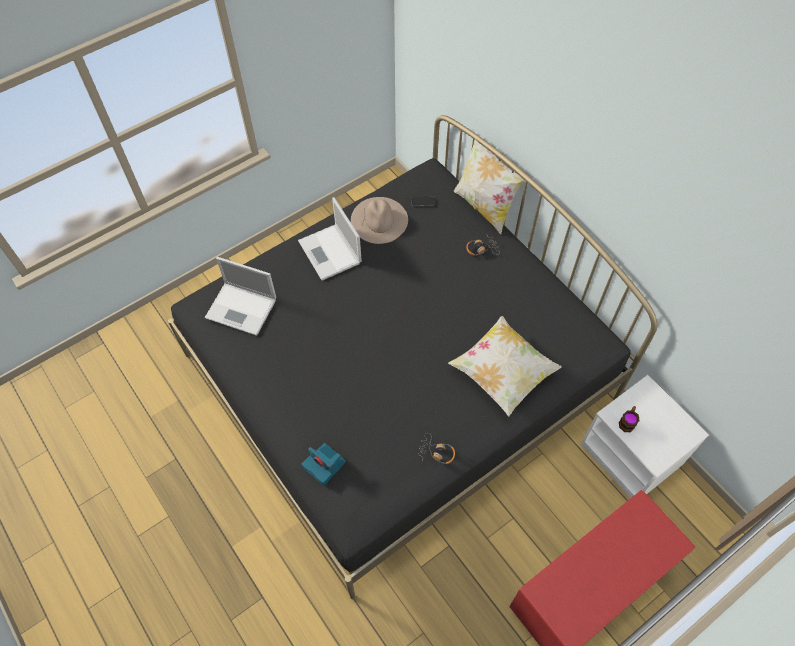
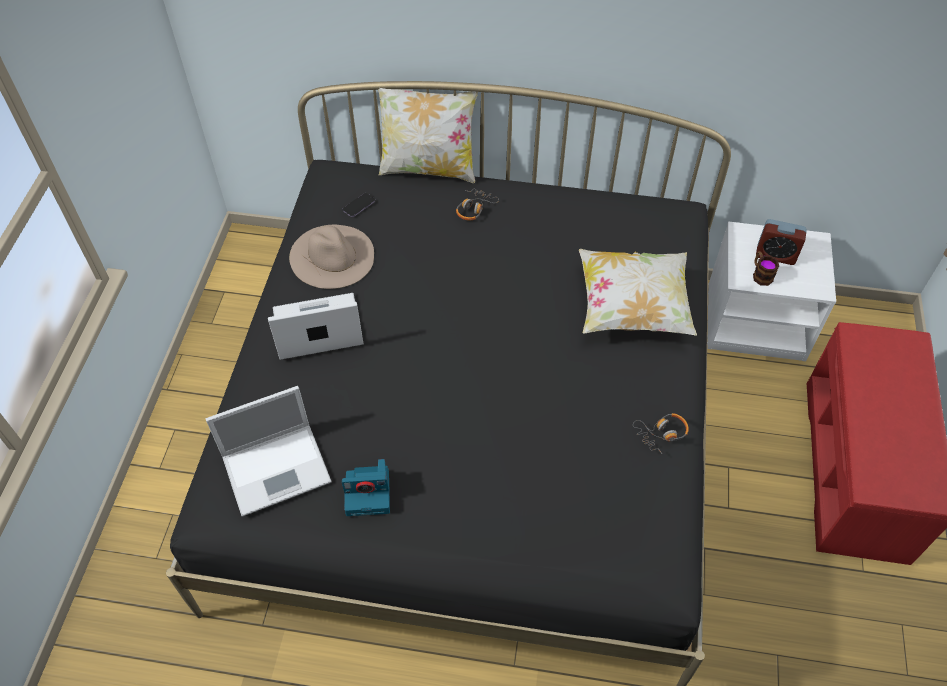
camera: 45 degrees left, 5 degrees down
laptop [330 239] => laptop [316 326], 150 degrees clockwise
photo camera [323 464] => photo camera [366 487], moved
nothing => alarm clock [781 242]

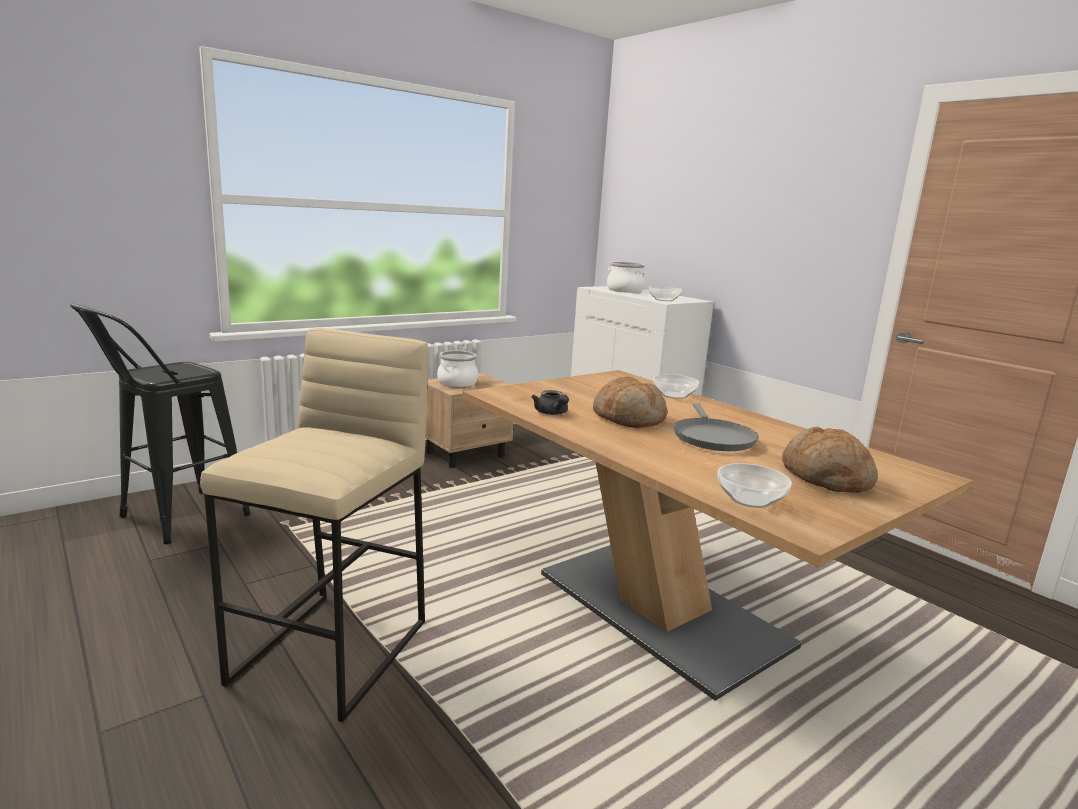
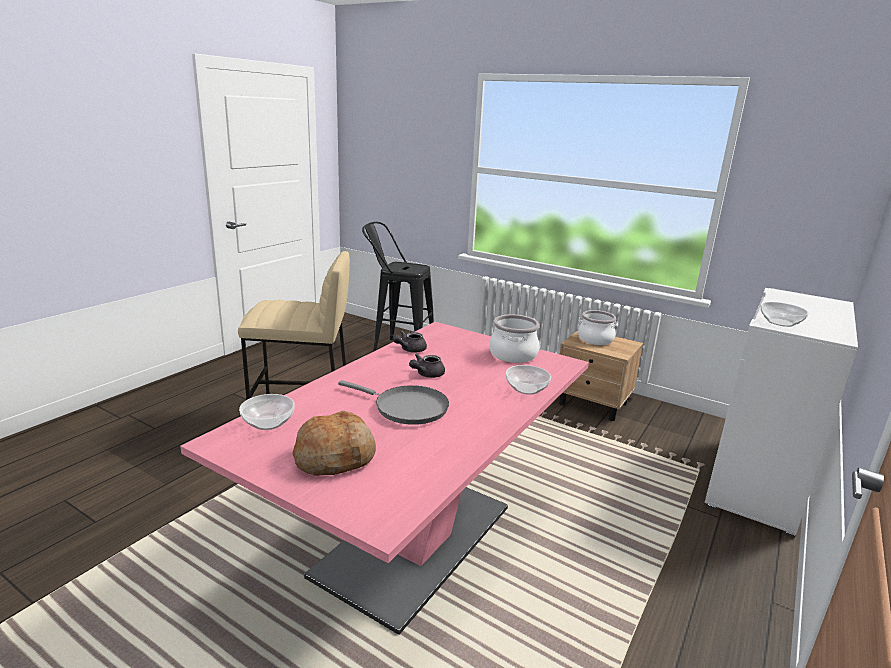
camera: 70 degrees right, 5 degrees up
dining table (brown) [718 535] => dining table (pink) [384 478]
bread [630 402] => teapot (grey) [427 365]
cooking pot [626 277] => cooking pot [514 338], moved
frying pan (grey) [716 427] => frying pan (grey) [393 402], 135 degrees counterclockwise

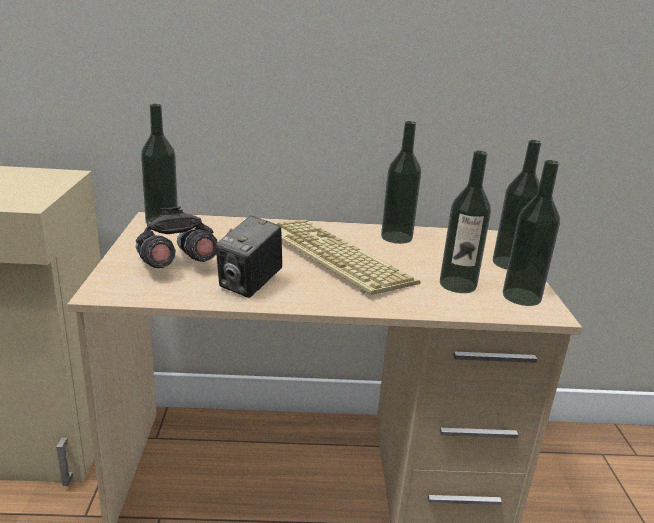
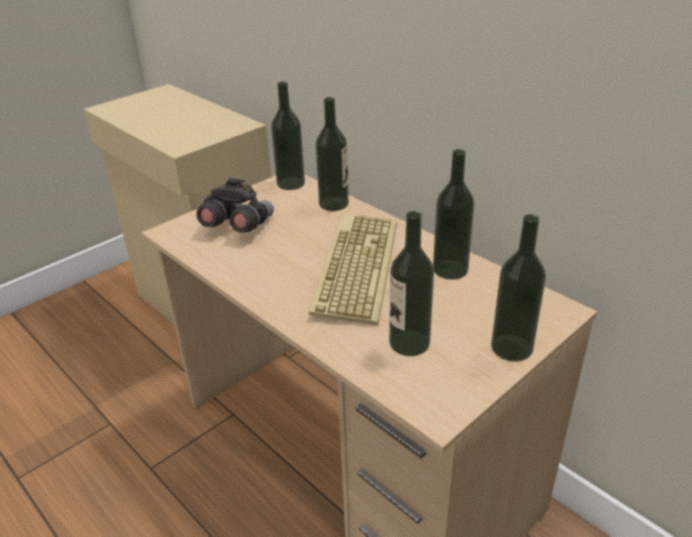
camera: 50 degrees right, 10 degrees up
photo camera [249 256] => nothing
bottle [531 233] => bottle [332 154], moved

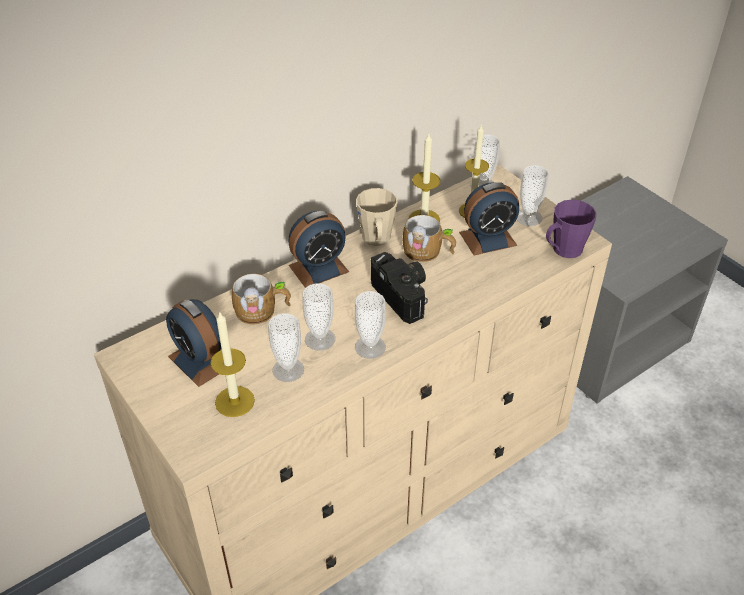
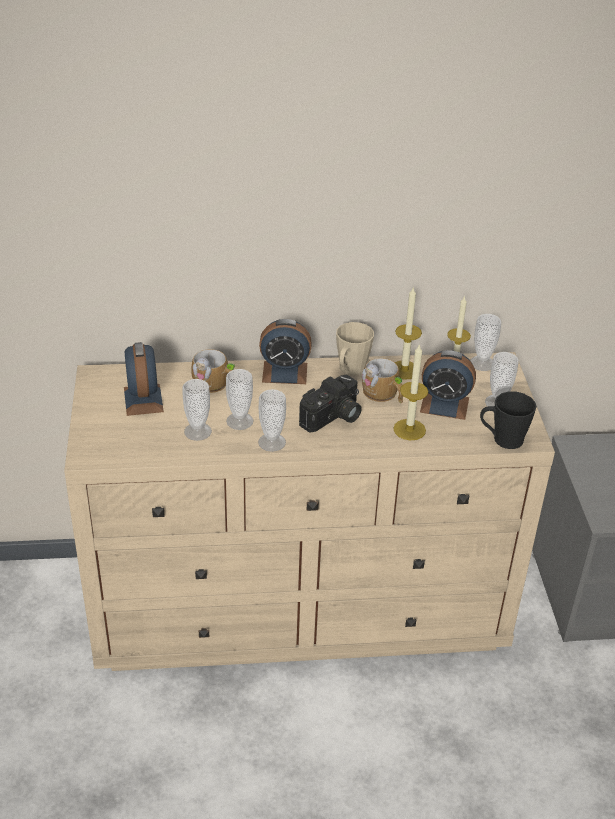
camera: 30 degrees right, 5 degrees down
candle [232 364] => candle [410 392], moved
photo camera [399 288] => photo camera [330 403], 45 degrees clockwise
mug (purple) [571 229] => mug (black) [508 420]

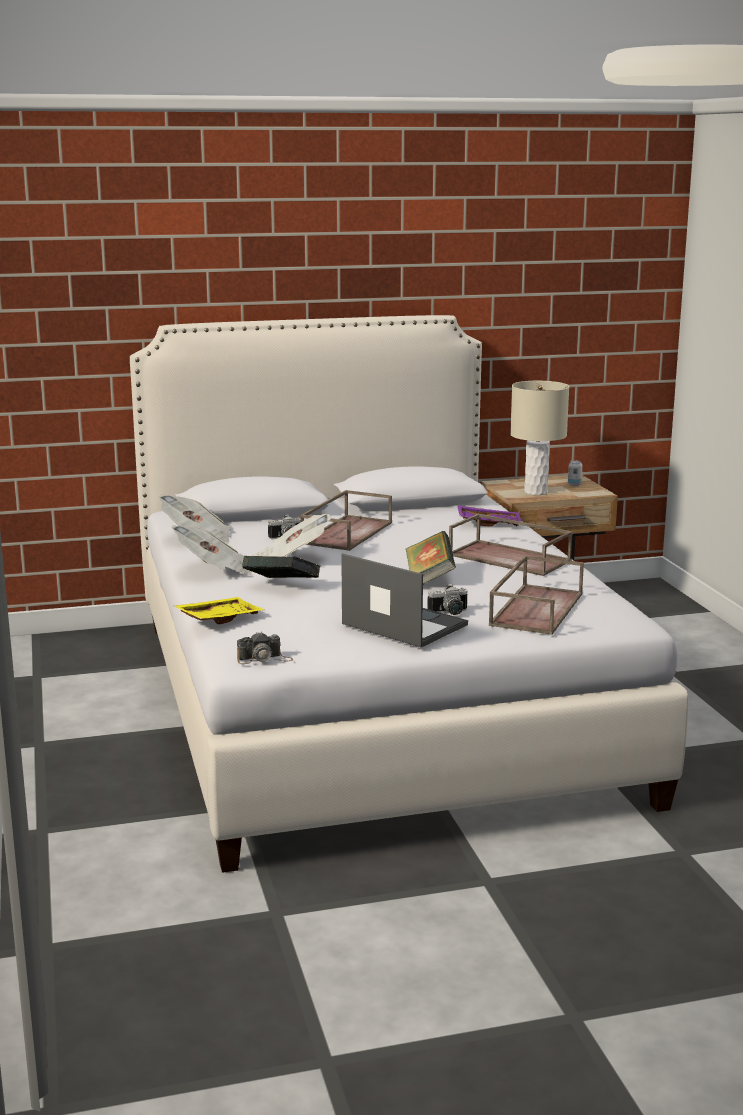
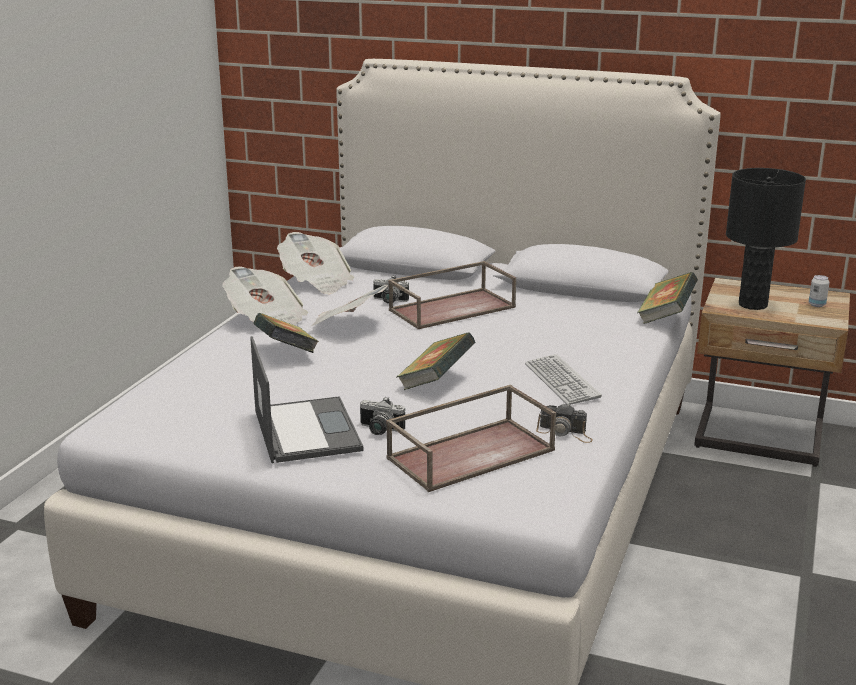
camera: 35 degrees right, 5 degrees up
tray (yellow) [219 610] => nothing
photo camera [265 648] => photo camera [564 423], moved
tray (brown) [511 545] => keyboard [563 379]
tray (purple) [489 515] => nothing
table lamp (beige) [539 438] => table lamp (black) [766 239]
nothing => book [667 298]

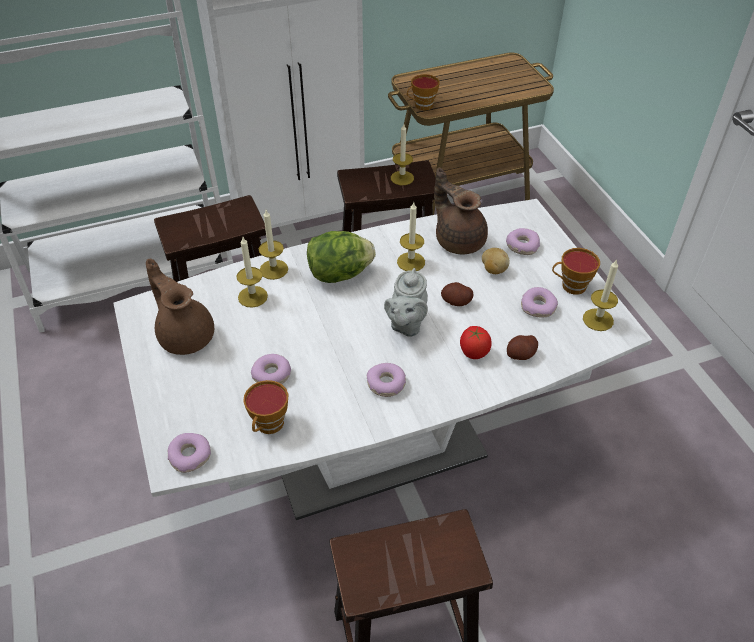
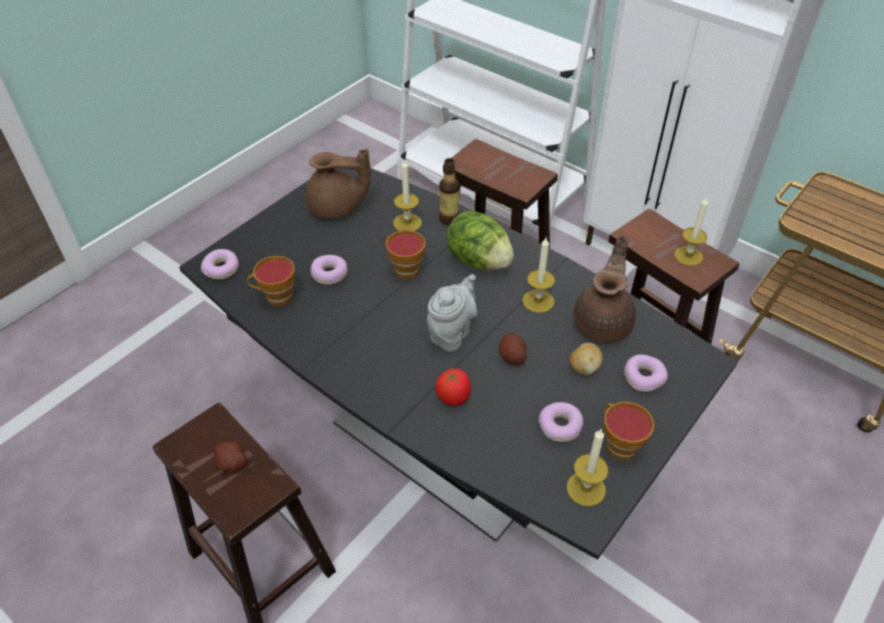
camera: 60 degrees right, 0 degrees up
dining table (white) [382 359] => dining table (black) [458 364]
teapot (brown) [180 306] => teapot (brown) [338 184], 75 degrees clockwise
candle [273 245] => bottle [449 191]
donut [386 380] => nothing
teapot (grey) [406 302] => teapot (grey) [452 313], 135 degrees clockwise
cup [423 92] => cup [405 254], moved
potato [522 347] => potato [230 457], moved

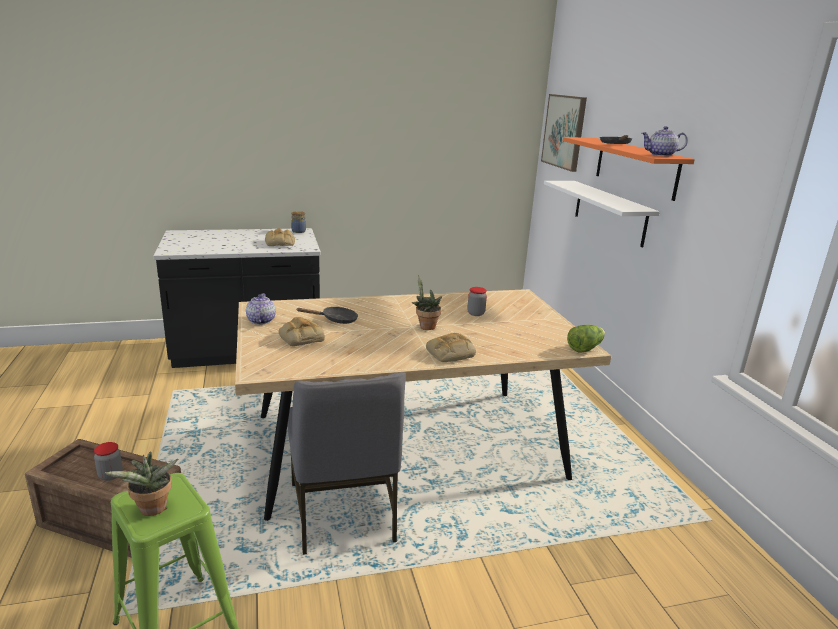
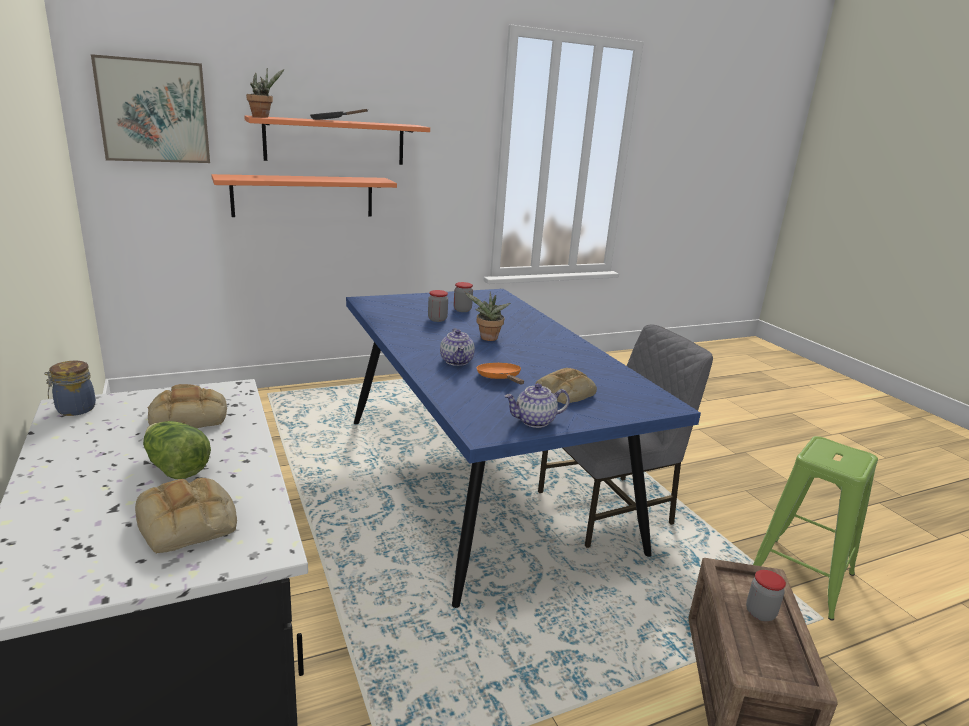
camera: 100 degrees left, 0 degrees up
potted plant [141 484] => potted plant [265 93], moved
dining table (beige) [423 405] => dining table (blue) [523 448]
frying pan (black) [327 315] => frying pan (orange) [500 373]
bread [451 347] => bread [186 516], moved
shelf (white) [602 214] => shelf (orange) [304 195]
lettuce [586 339] => lettuce [177 450], moved
teapot [665 141] => teapot [457 347], moved
nothing => jar [463 297]

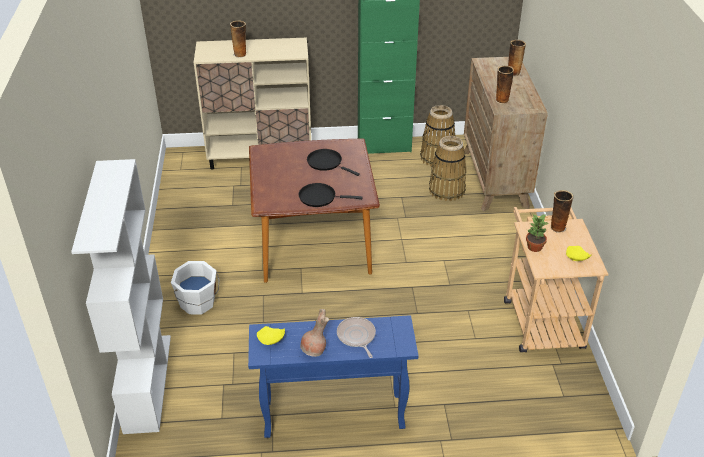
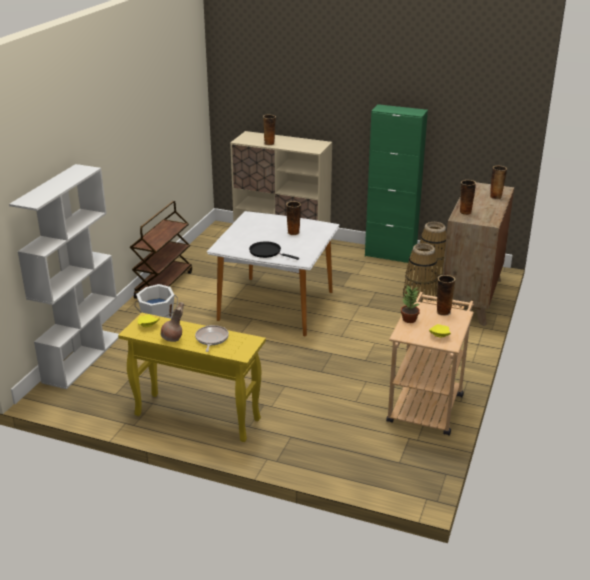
camera: 25 degrees right, 10 degrees down
console table (blue) [333 376] => console table (yellow) [192 377]
dining table (brown) [314 210] => dining table (white) [273 274]
frying pan (black) [333 162] => vase [293 218]
nothing => cart (brown) [161 250]

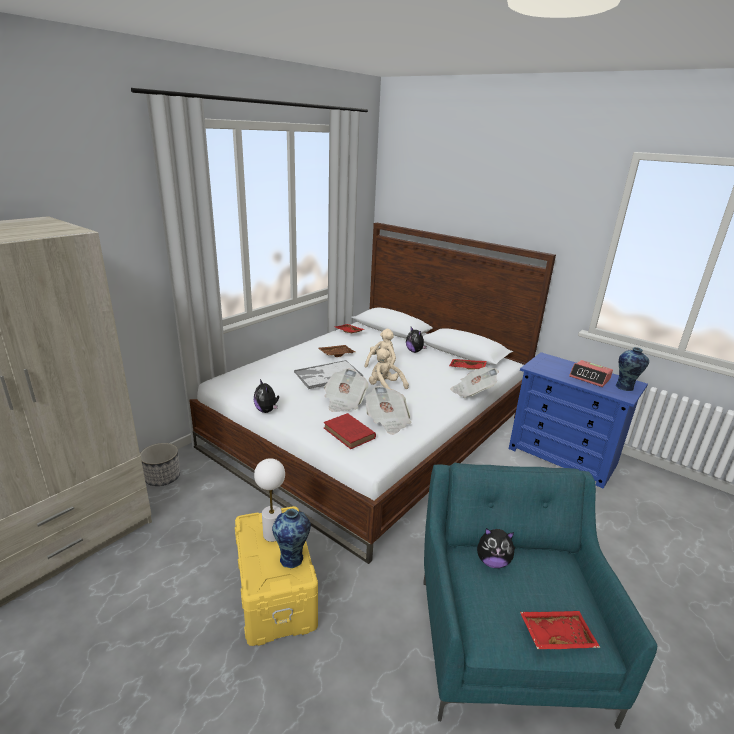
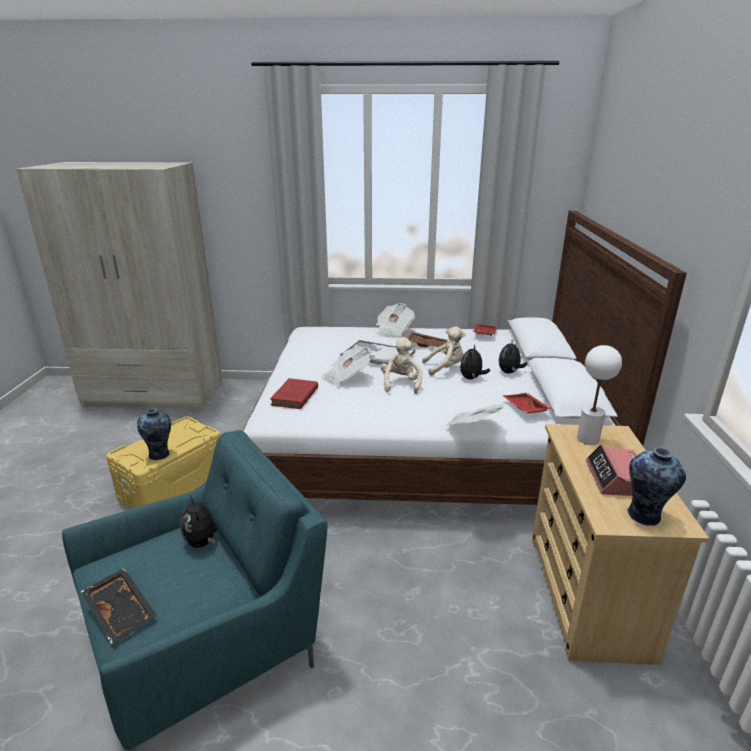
camera: 55 degrees right, 0 degrees up
planter [160 464] => nothing
plush toy [266 396] => plush toy [475 362], moved
table lamp (white) [269 500] => table lamp (white) [599 395], moved
newspaper [388 410] => newspaper [395 320], moved
dresser (blue) [578 420] => dresser (beige) [620 544]
tray (red) [560 630] => tray (black) [118 606]

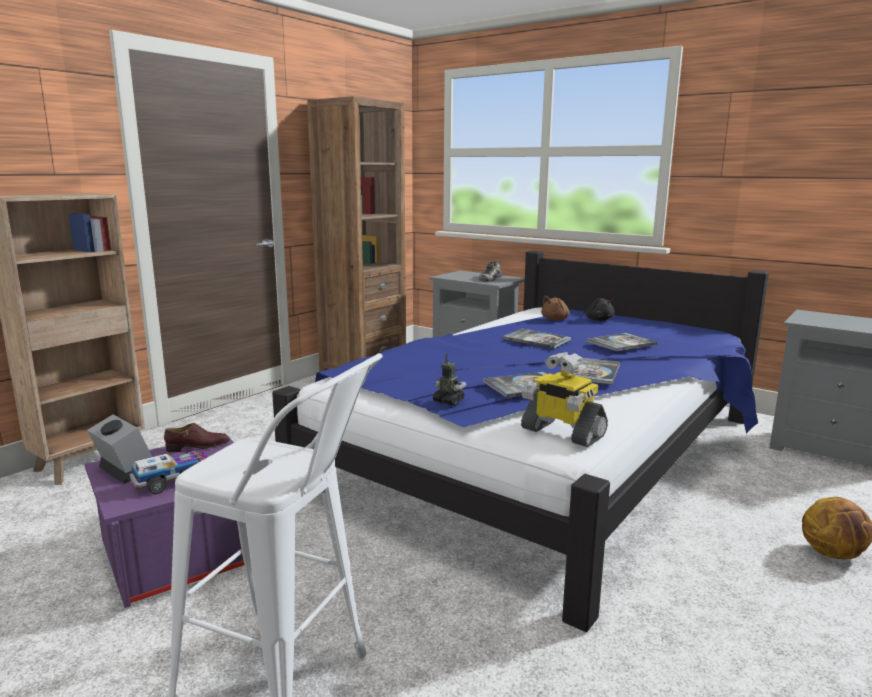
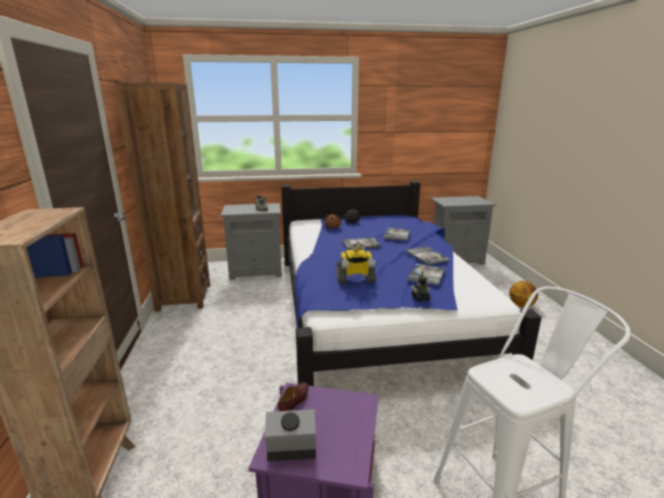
camera: 45 degrees left, 5 degrees up
toy truck [168 473] => nothing
toy robot [564 399] => toy robot [356 261], moved

